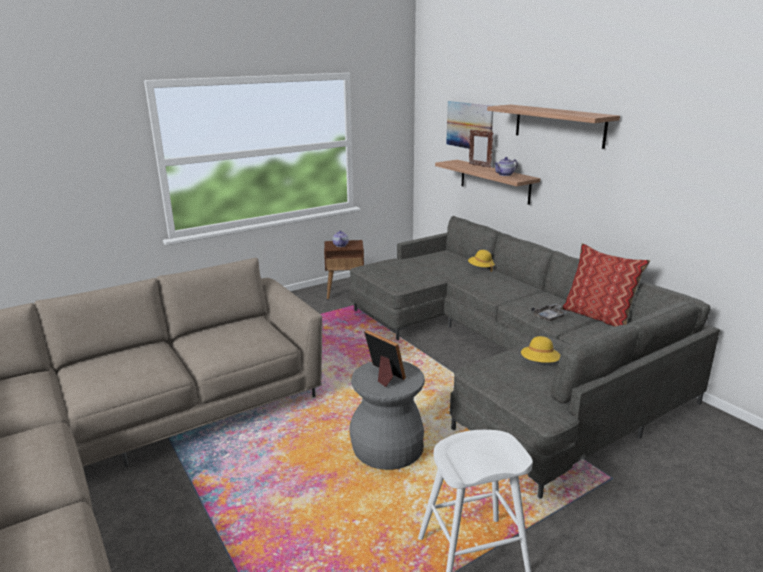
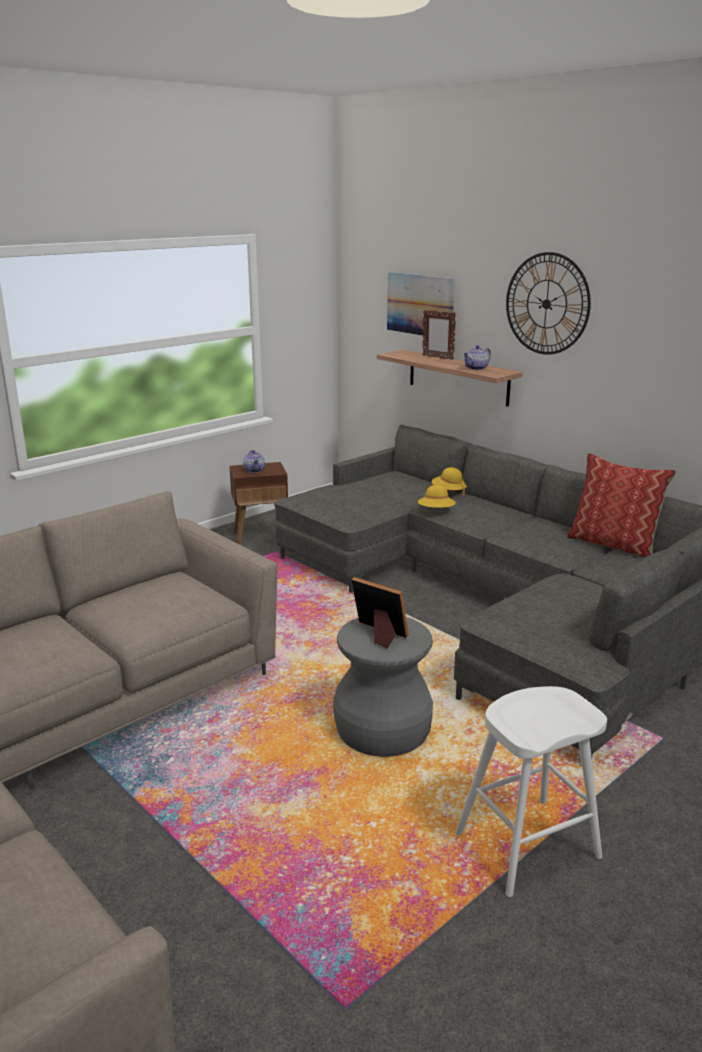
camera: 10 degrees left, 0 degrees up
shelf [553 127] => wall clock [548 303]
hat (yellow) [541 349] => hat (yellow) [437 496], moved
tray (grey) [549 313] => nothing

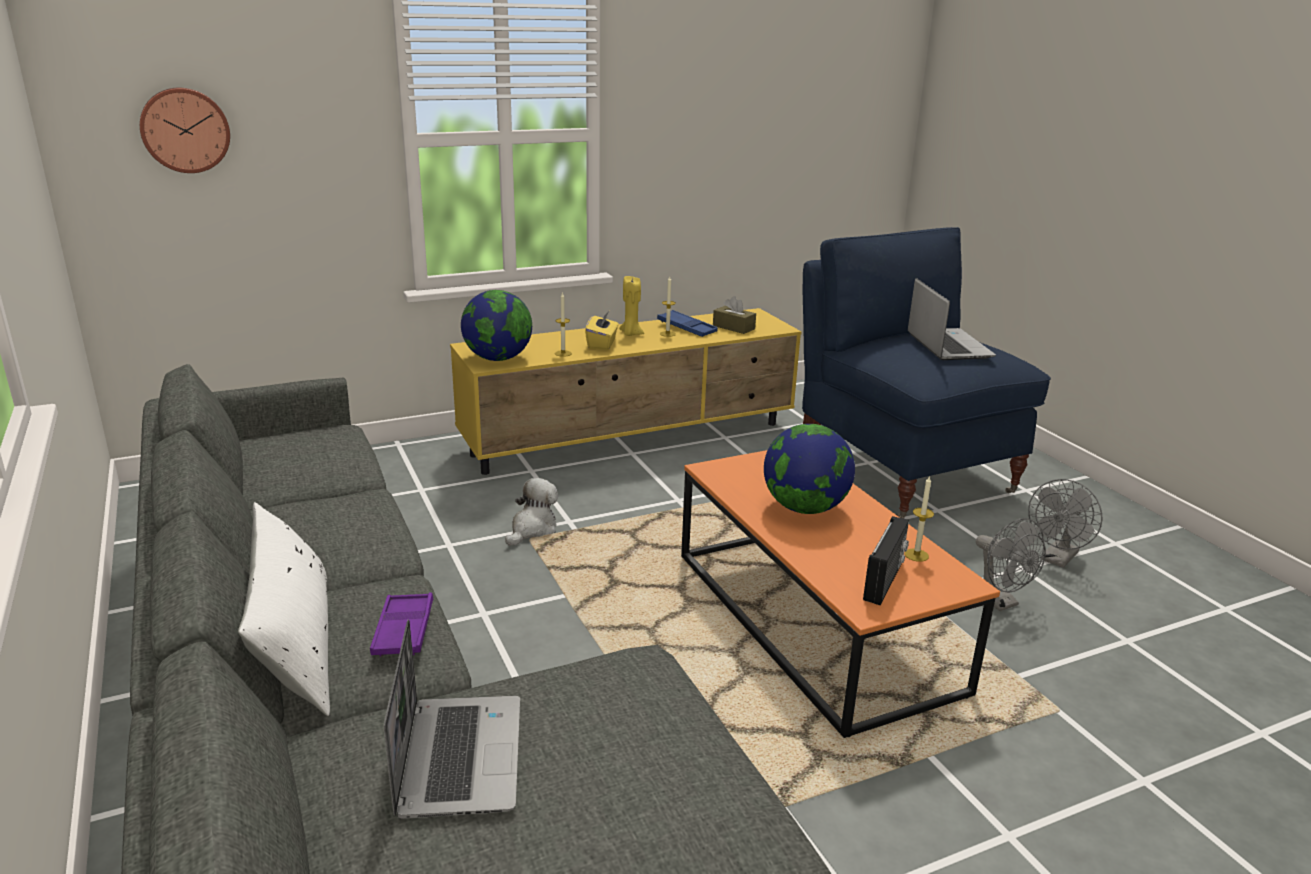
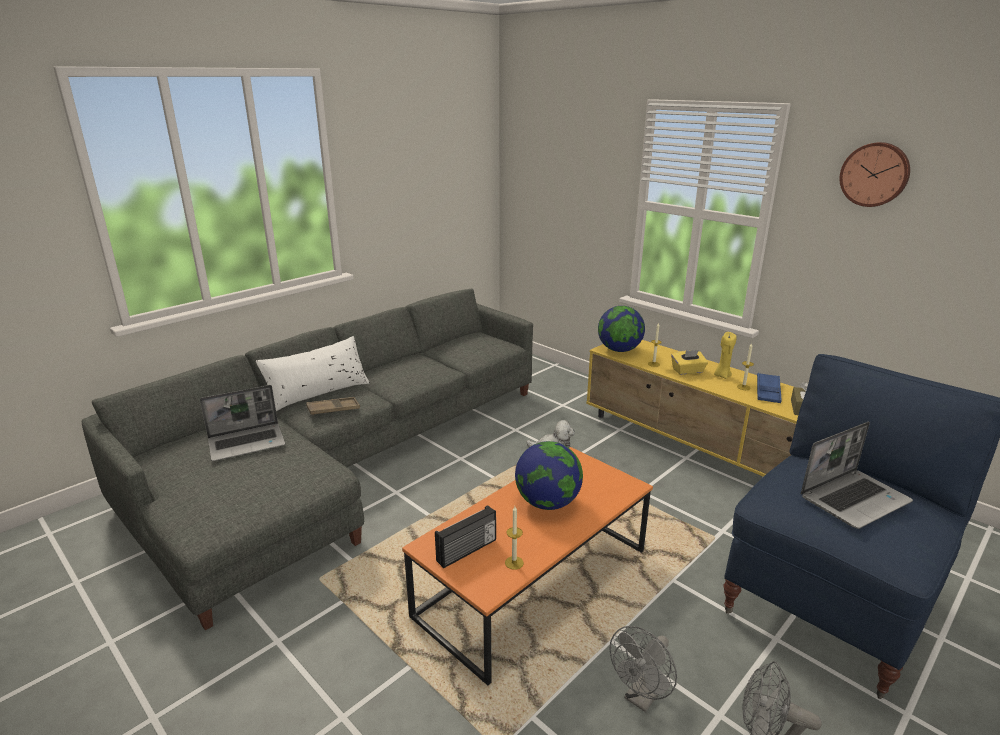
camera: 70 degrees right, 0 degrees up
wall clock [185 130] => wall clock [874 174], moved
tray (purple) [401 624] => tray (brown) [333 406]
radio [886 560] => radio [465 536], 45 degrees counterclockwise

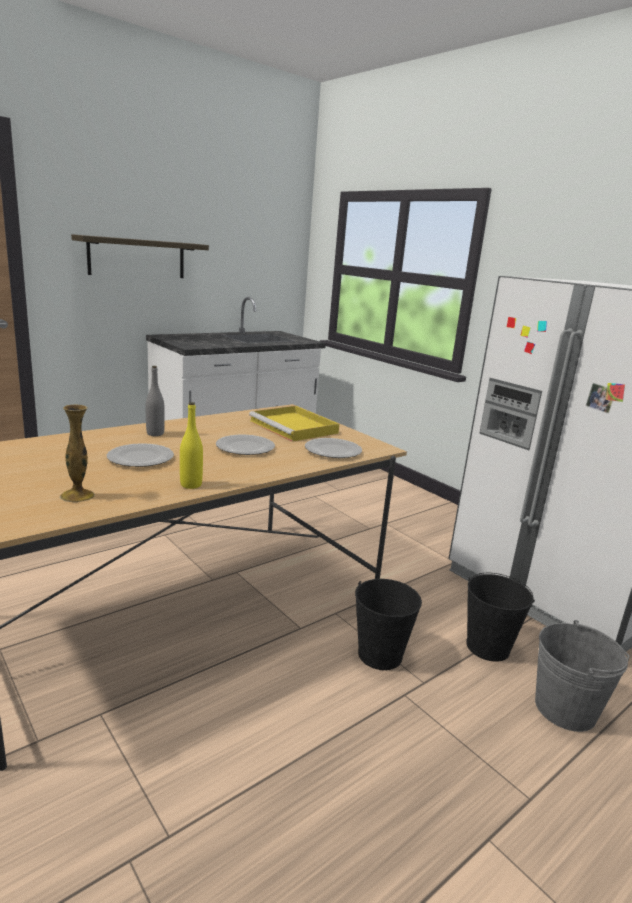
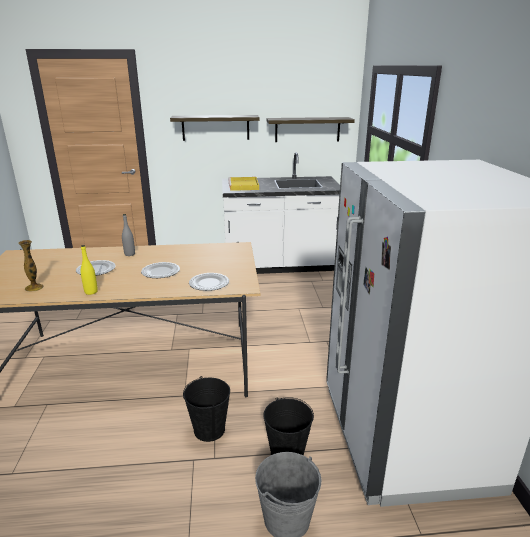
camera: 35 degrees right, 5 degrees up
tray (yellow) [294 424] => tray (yellow) [243 184], moved
nothing => shelf [311 129]

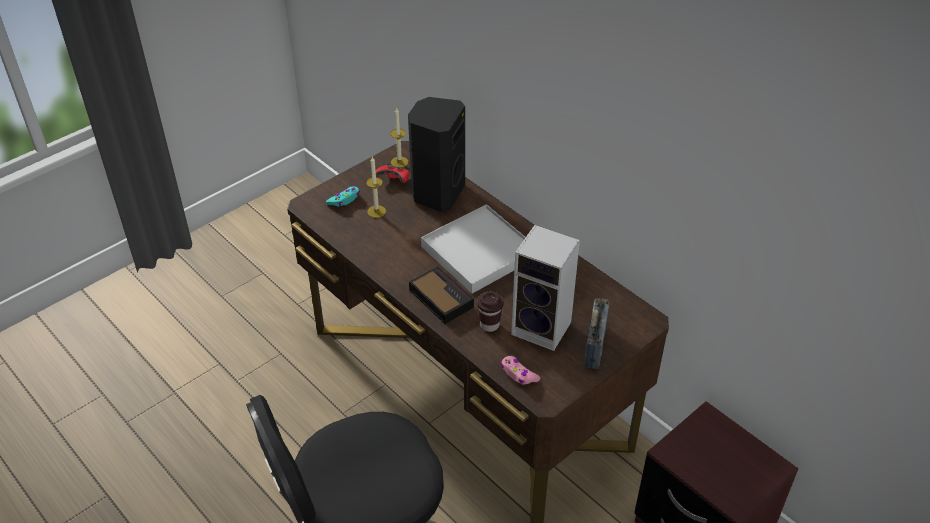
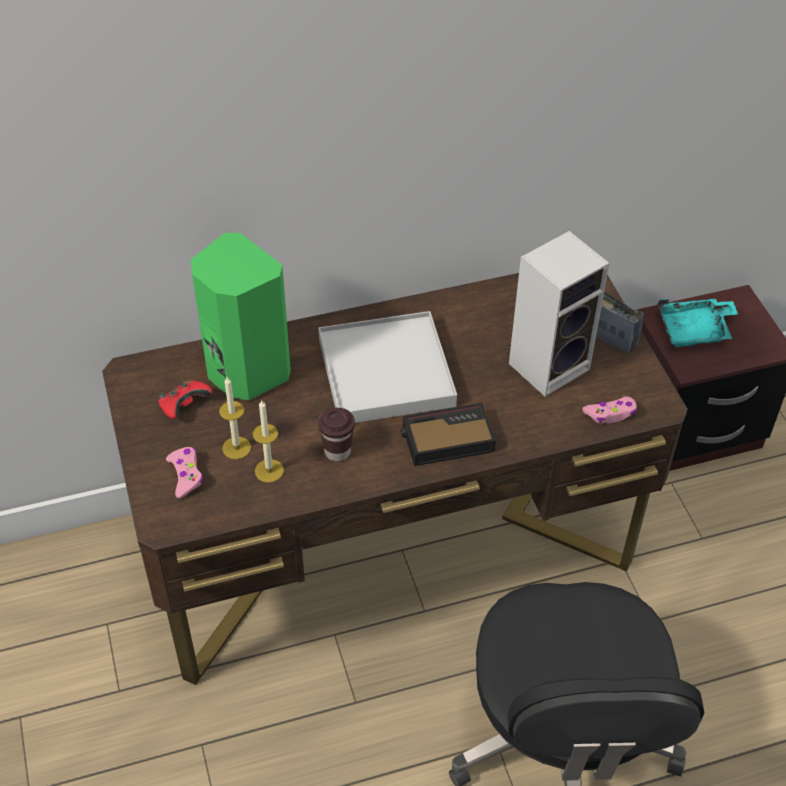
camera: 65 degrees left, 5 degrees up
game controller (turquoise) [343 196] => game controller (pink) [184 472]
candle [399 137] => candle [268 441], moved
speaker (black) [436 154] => speaker (green) [241 316]
cup (brown) [490 312] => cup (brown) [336 434], moved
nothing => tray (turquoise) [698 322]

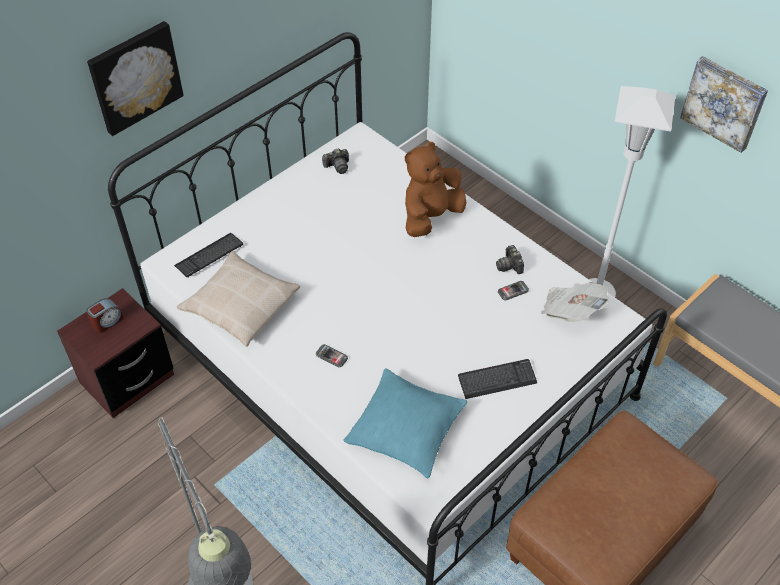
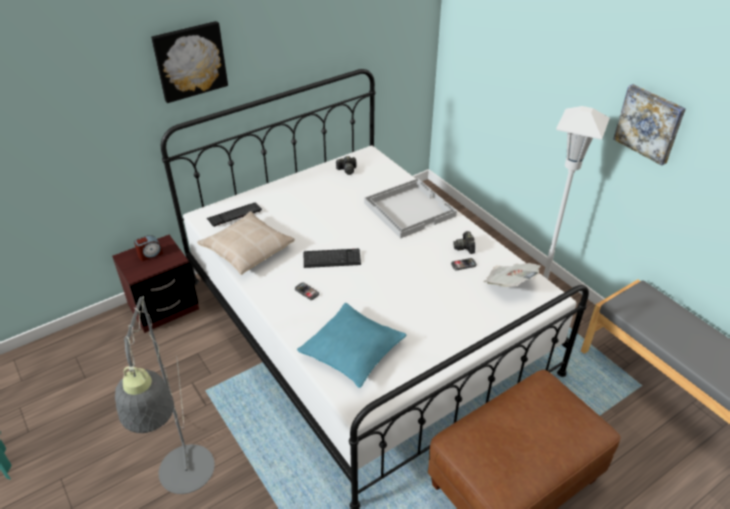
camera: 10 degrees right, 10 degrees down
plush toy (brown) [435 189] => tray (white) [410 208]
keyboard [497 379] => keyboard [332 258], moved

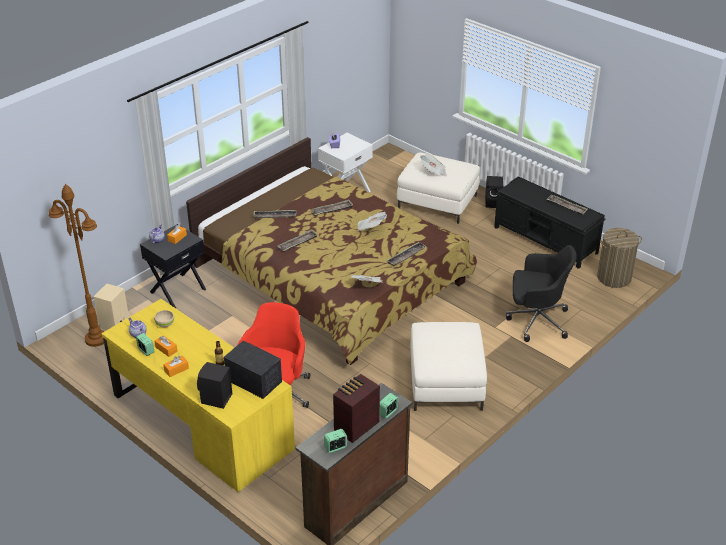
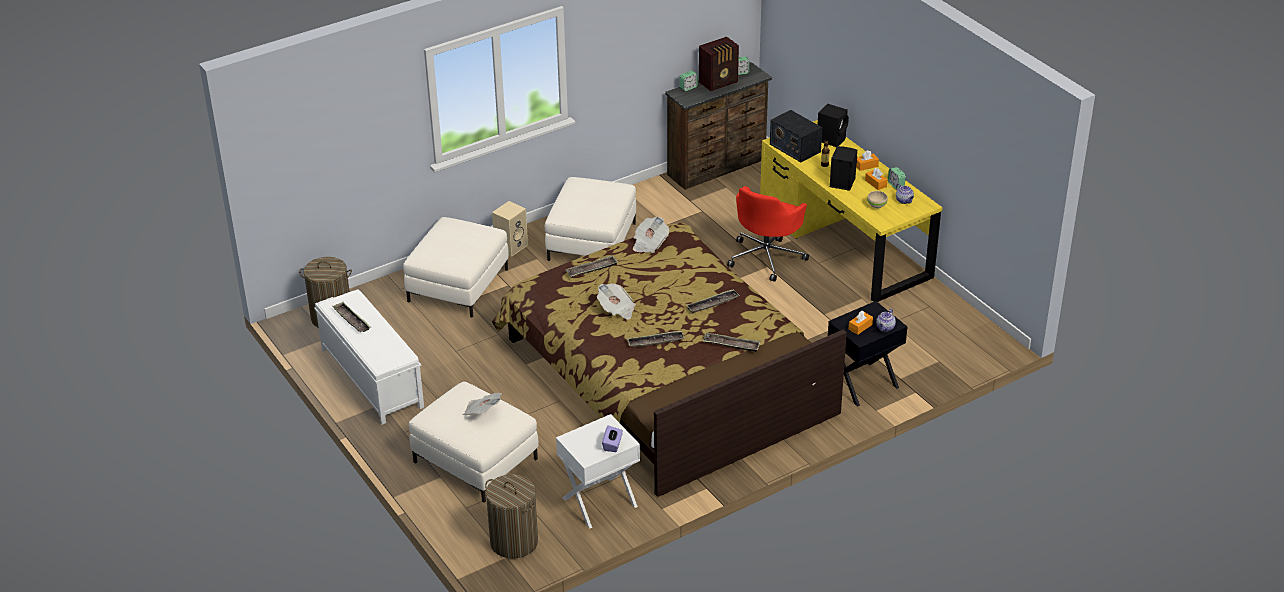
camera: 165 degrees left, 0 degrees up
floor lamp (brown) [77 265] => nothing
speaker (beige) [111 307] => speaker (beige) [510 229], moved
speaker (black) [494 192] => speaker (black) [843 168], moved
bench (black) [549 222] => bench (white) [369 357]
office chair (black) [541 293] => ottoman (white) [456 267]
nothing => laundry basket [511 516]

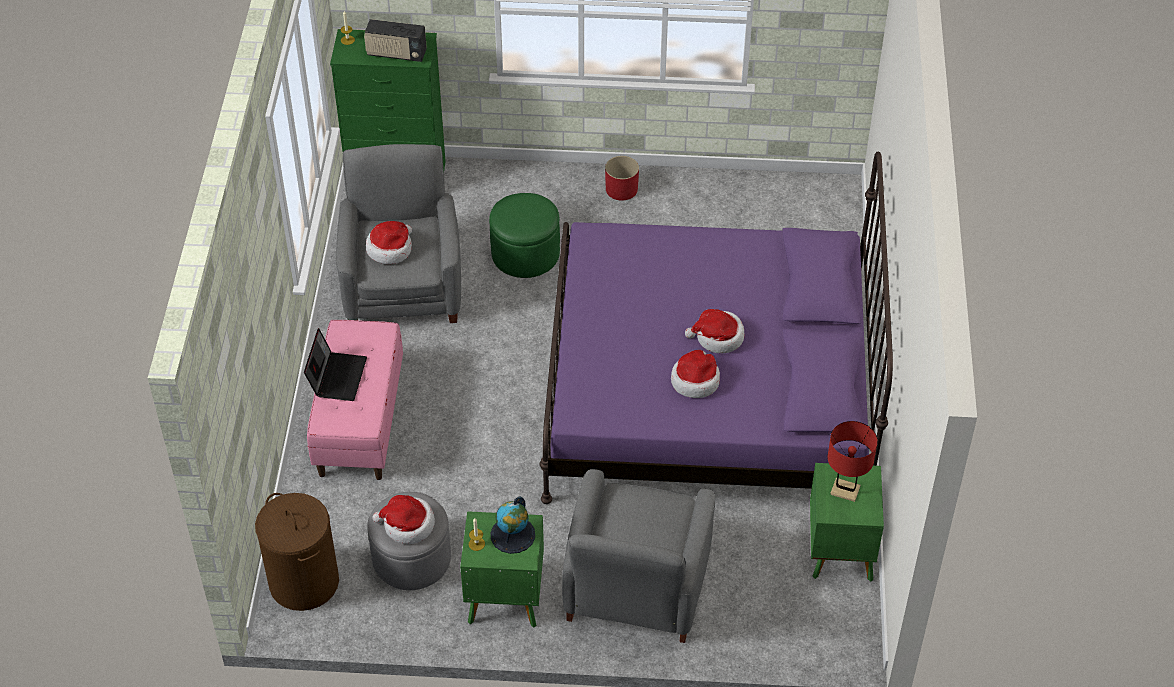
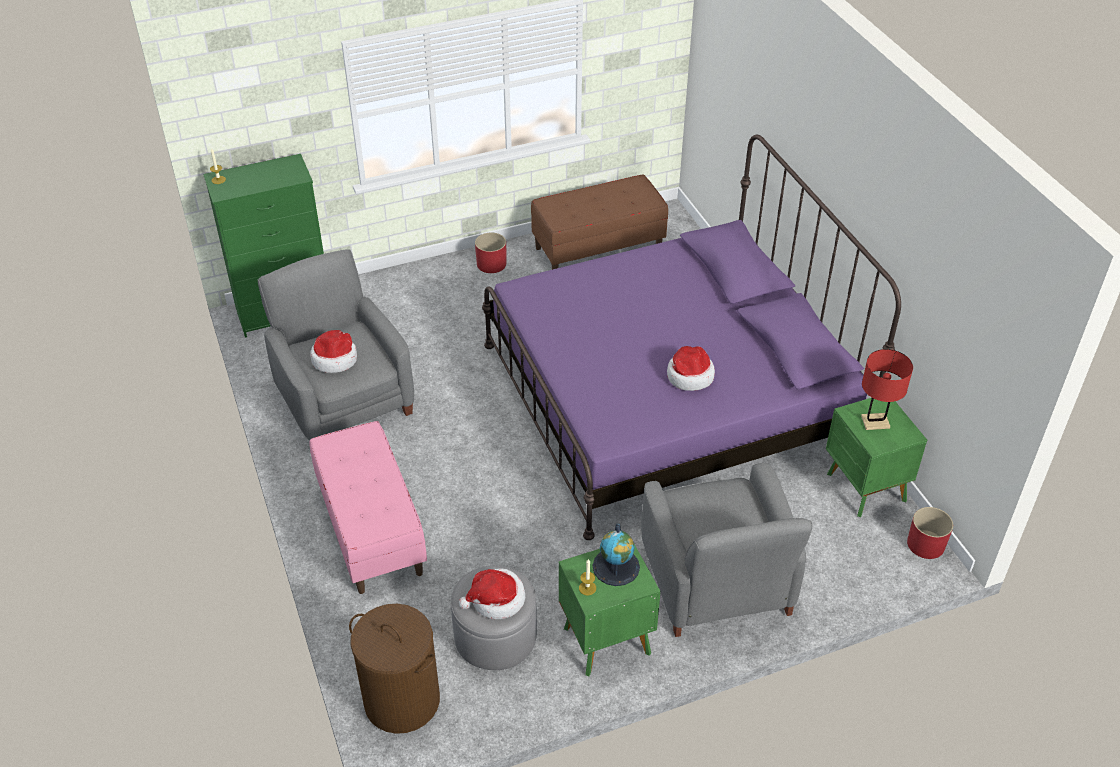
camera: 25 degrees left, 5 degrees down
laptop [335 364] => nothing
radio [395 40] => nothing
ottoman (green) [524 235] => nothing
hat [714 331] => nothing
nothing => bench (brown) [599 222]
nothing => planter (red) [930 533]

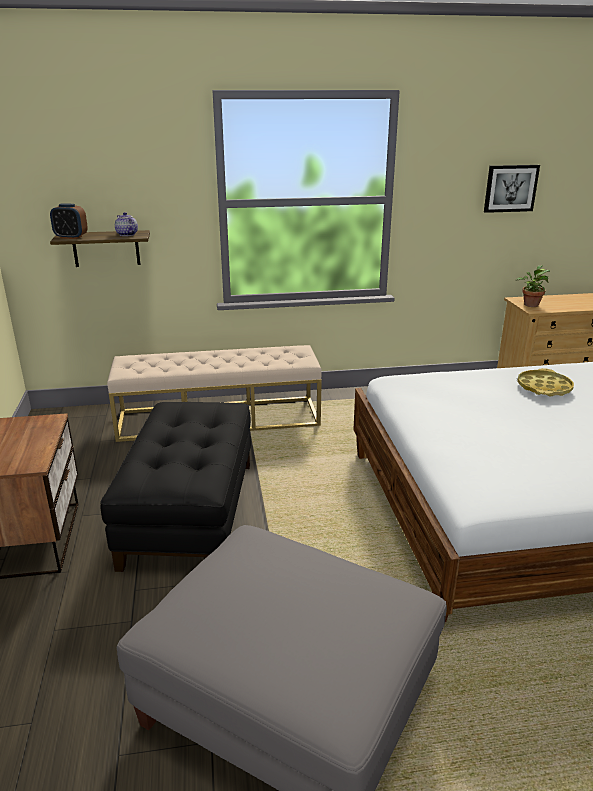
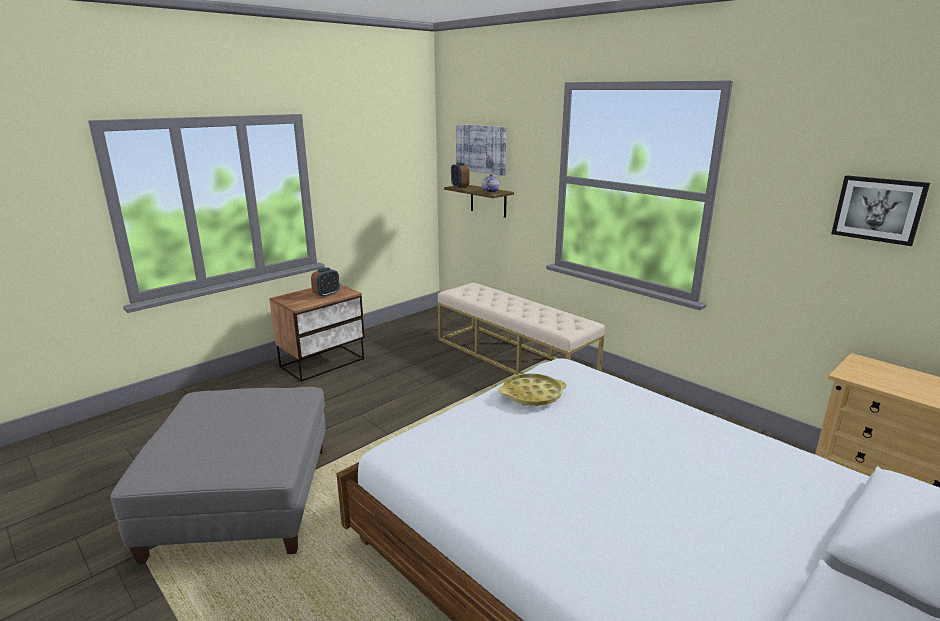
camera: 55 degrees right, 5 degrees down
ottoman (black) [175 487] => nothing
potted plant [533 286] => nothing
tray (yellow) [545 382] => tray (yellow) [532 389], moved
nothing => alarm clock [325 282]
nothing => picture [481 150]

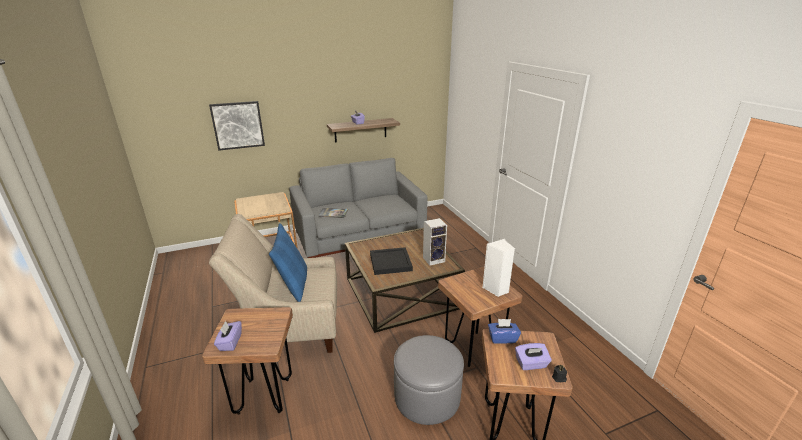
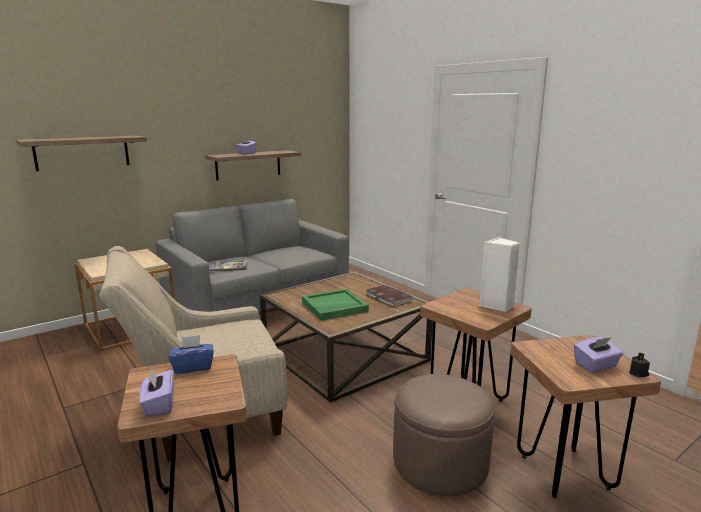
camera: 15 degrees left, 10 degrees down
picture [237 126] => shelf [81 153]
pillow (blue) [288 262] => nothing
tray (black) [391 261] => tray (green) [335 305]
ottoman (grey) [429 380] => ottoman (brown) [444 435]
speaker [435 242] => book [389 296]
tissue box (blue) [504 331] => tissue box (blue) [191 354], moved

